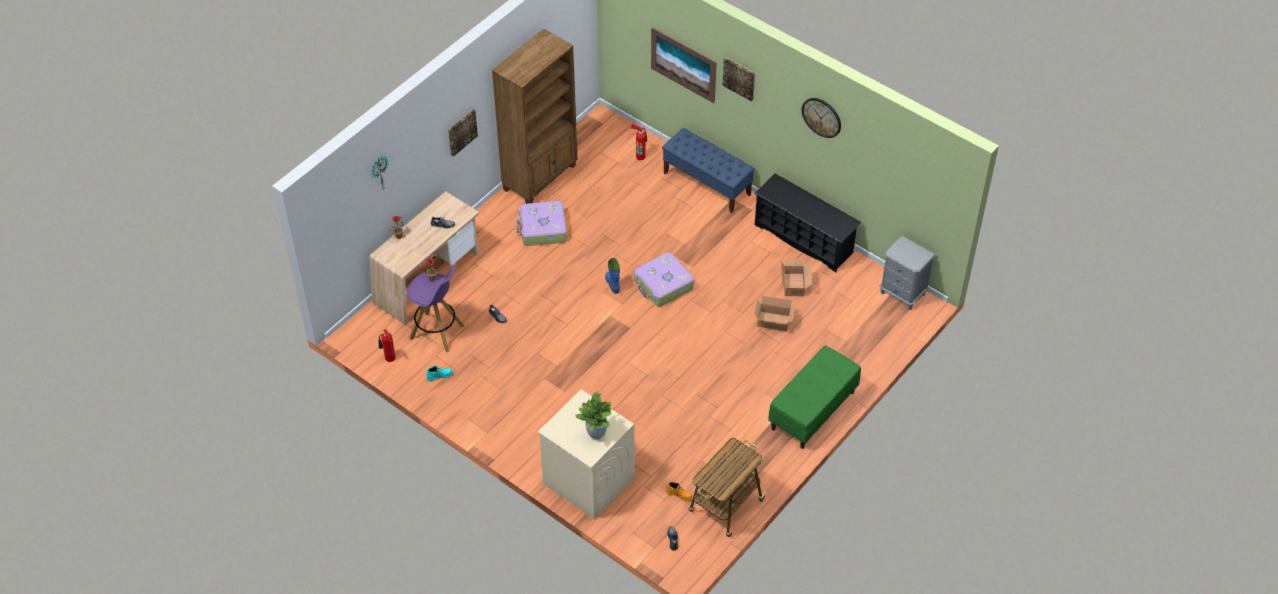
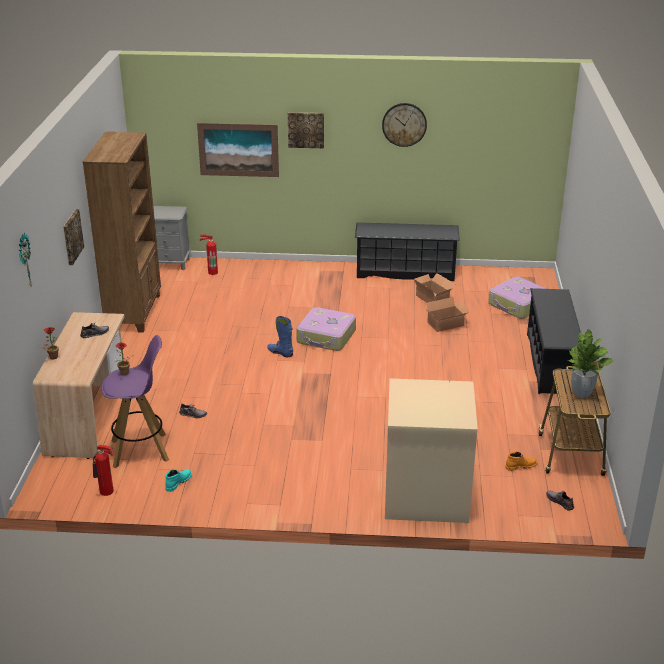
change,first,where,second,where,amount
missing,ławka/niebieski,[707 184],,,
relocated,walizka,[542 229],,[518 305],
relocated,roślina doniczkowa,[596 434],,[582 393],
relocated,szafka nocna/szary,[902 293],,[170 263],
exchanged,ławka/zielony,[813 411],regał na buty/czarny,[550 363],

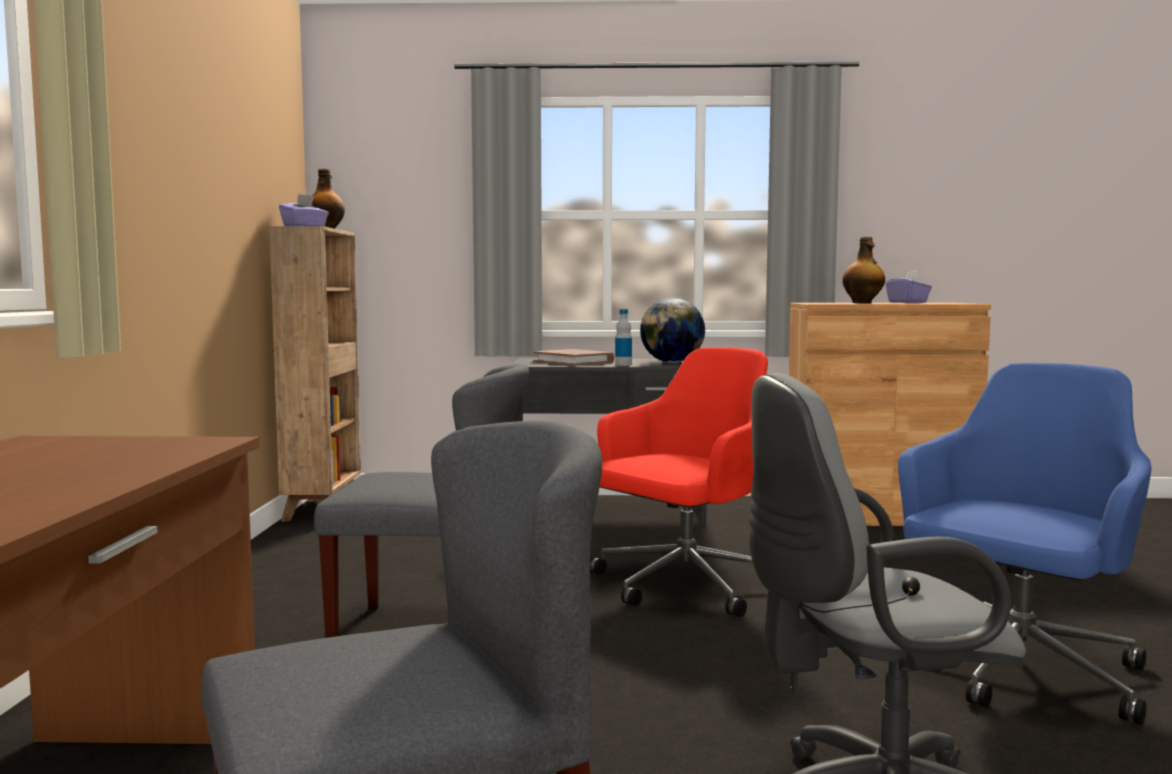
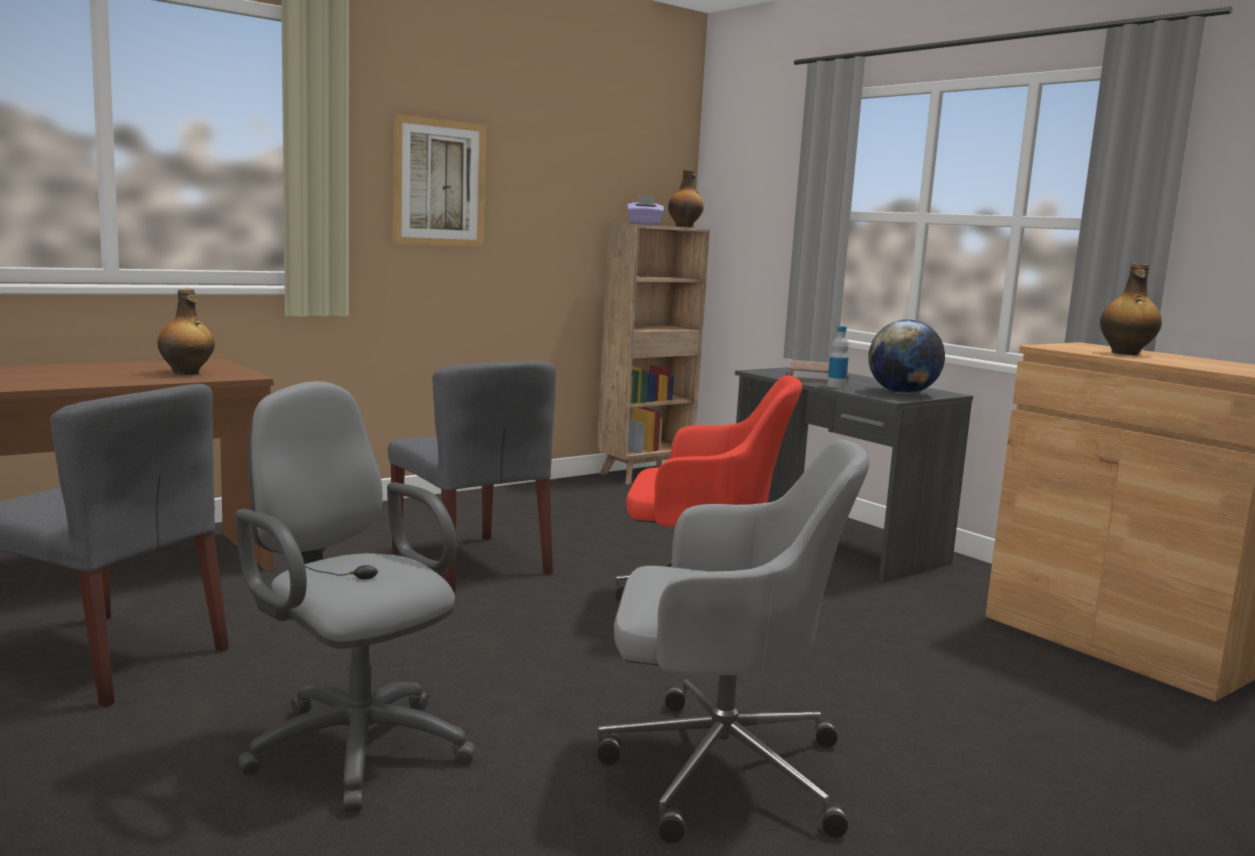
change,first,where,second,where,amount
missing,pudełko chusteczek/fioletowy,[908 302],,,
appeared,,,butelka,[186 373],
appeared,,,obraz,[439 183],
colour,krzesło biurowe/niebieski,[1015 672],krzesło biurowe/szary,[716 769],

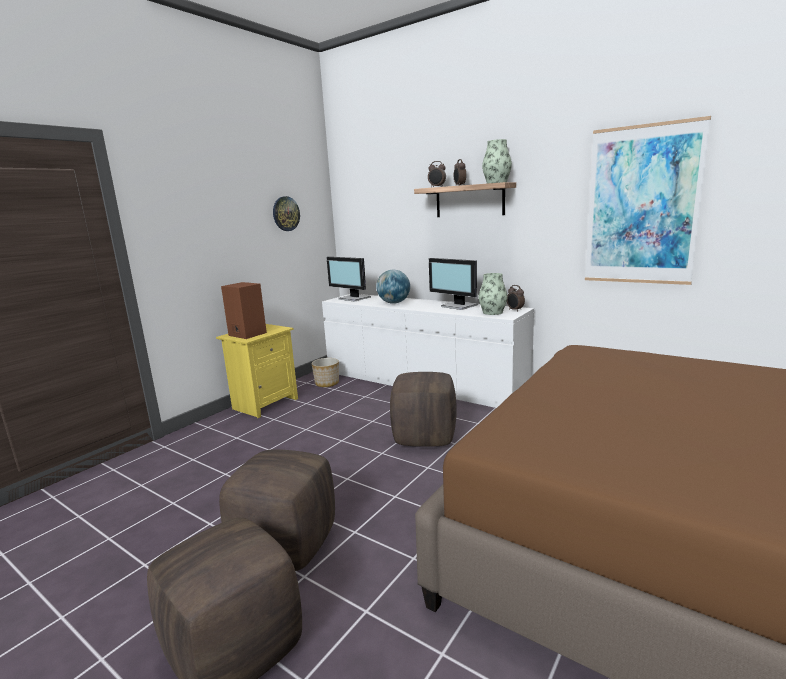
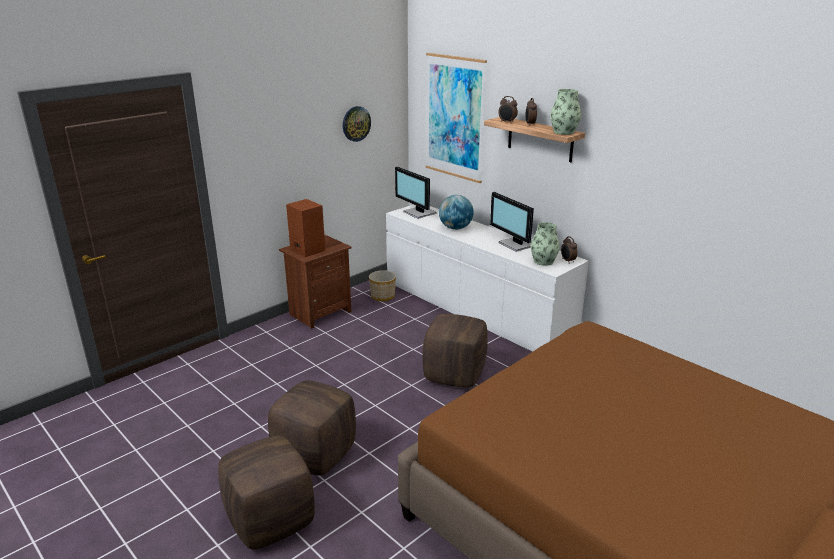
change,first,where,second,where,amount
relocated,obraz,[642 206],,[454 117],
colour,szafka nocna/żółty,[264 404],szafka nocna/brązowy,[319 313],

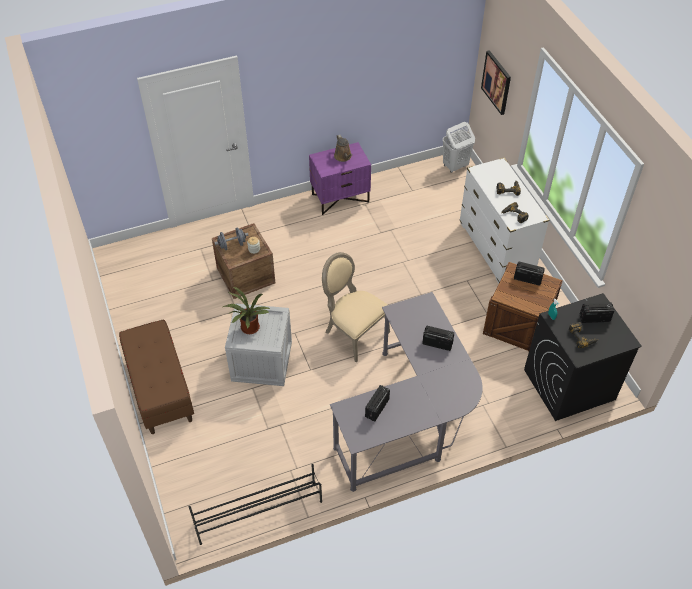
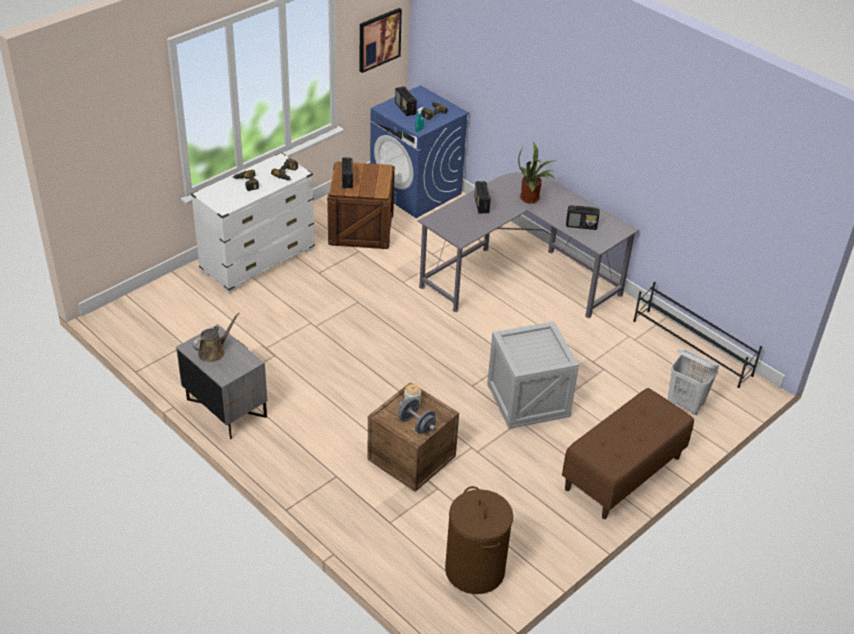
change,first,where,second,where,amount
missing,krzesło/beżowy,[354 332],,,
appeared,,,kosz na pranie/brązowy,[475 570],
relocated,roślina doniczkowa,[249 329],,[532 198],
relocated,kosz na pranie/biały,[455 166],,[686 404],
relocated,obraz,[496 82],,[379 39],
colour,szafka nocna/fioletowy,[340 197],szafka nocna/szary,[225 408],
colour,pralka/czarny,[568 385],pralka/niebieski,[416 191],

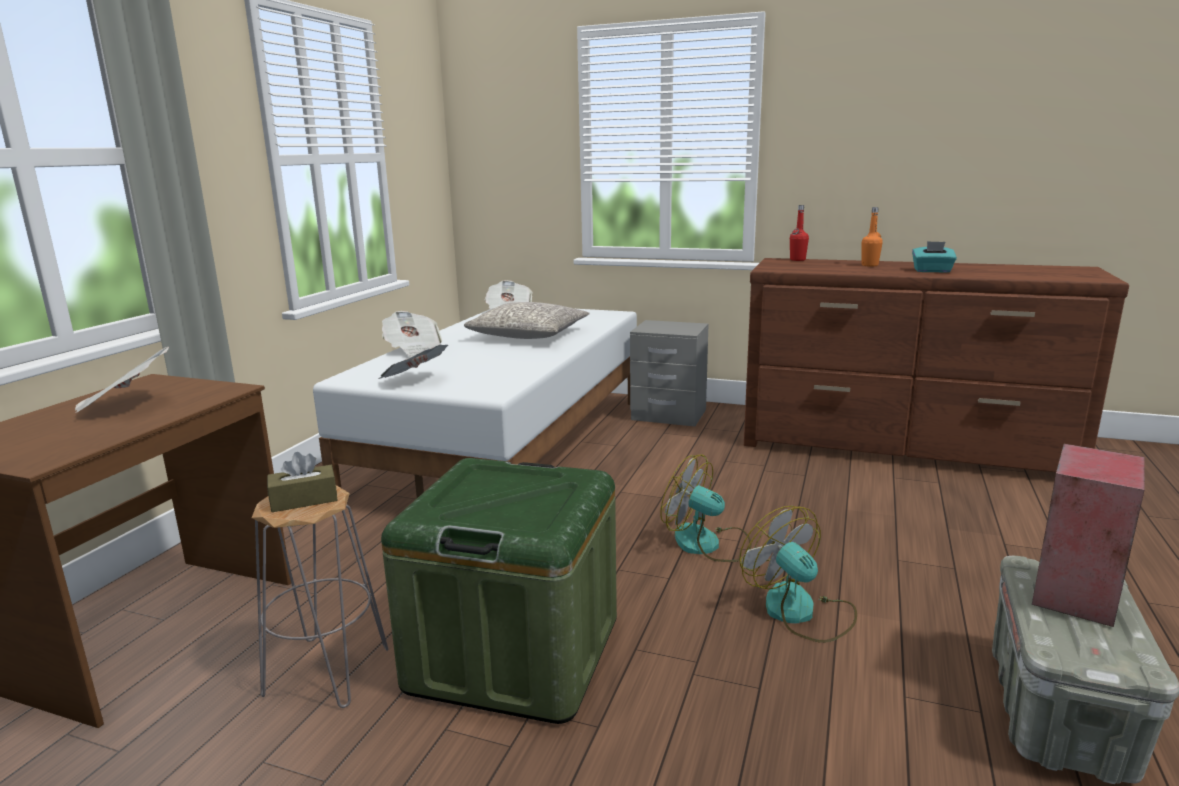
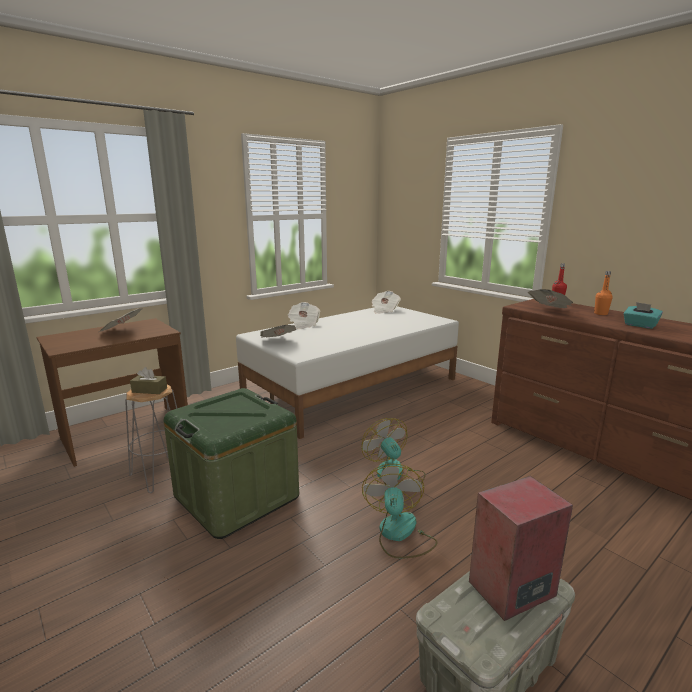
change,first,where,second,where,amount
missing,poduszka/szary,[529 335],,,
missing,szafka nocna/szary,[668 415],,,
appeared,,,gazeta,[549 311],

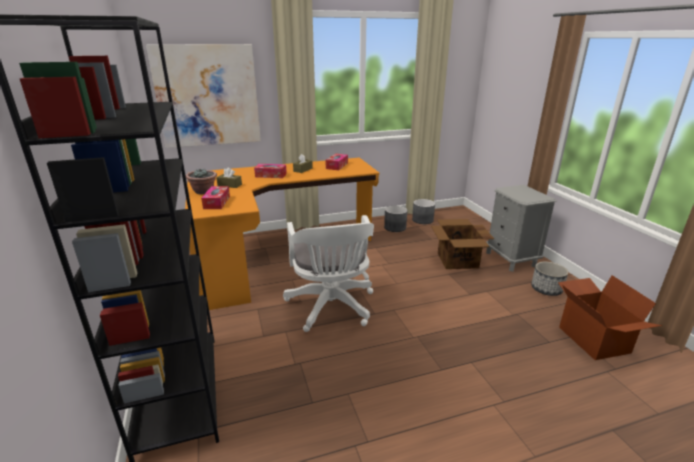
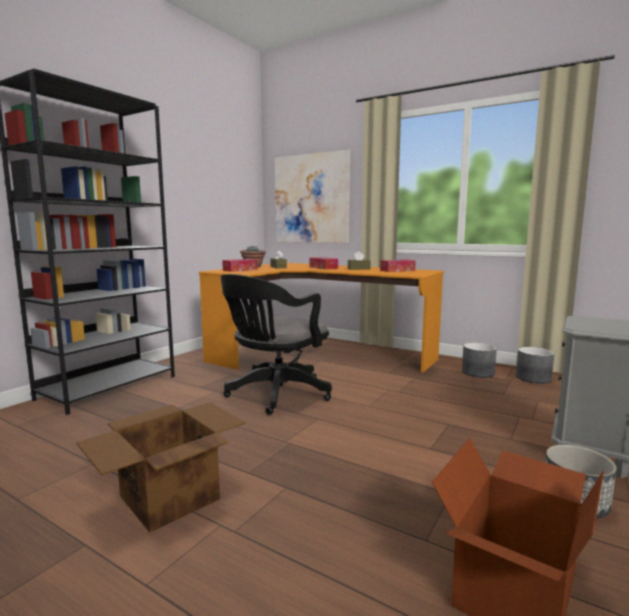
change,first,where,second,where,amount
relocated,karton,[457 261],,[168 497],
colour,krzesło biurowe/biały,[332 308],krzesło biurowe/czarny,[275 394],

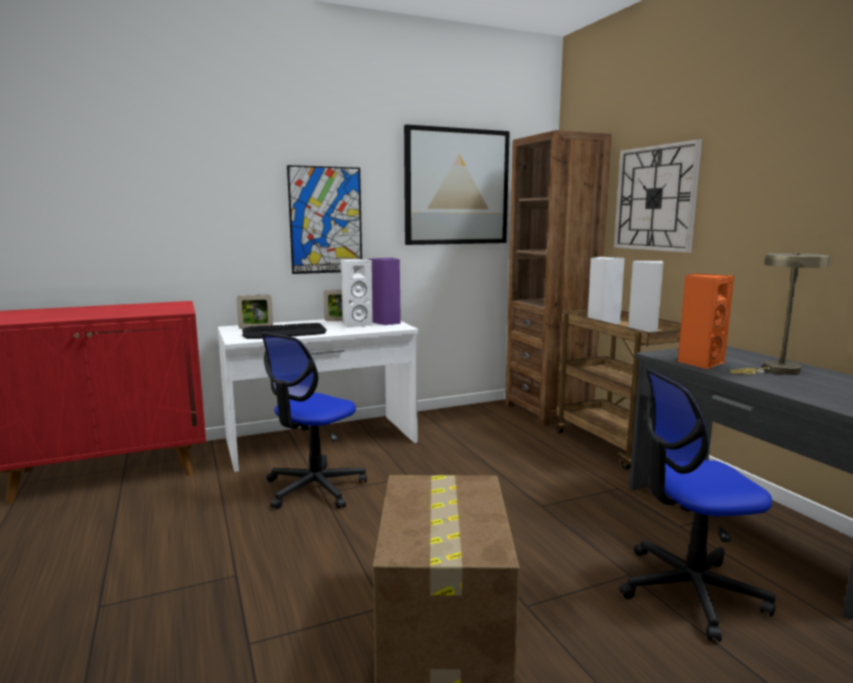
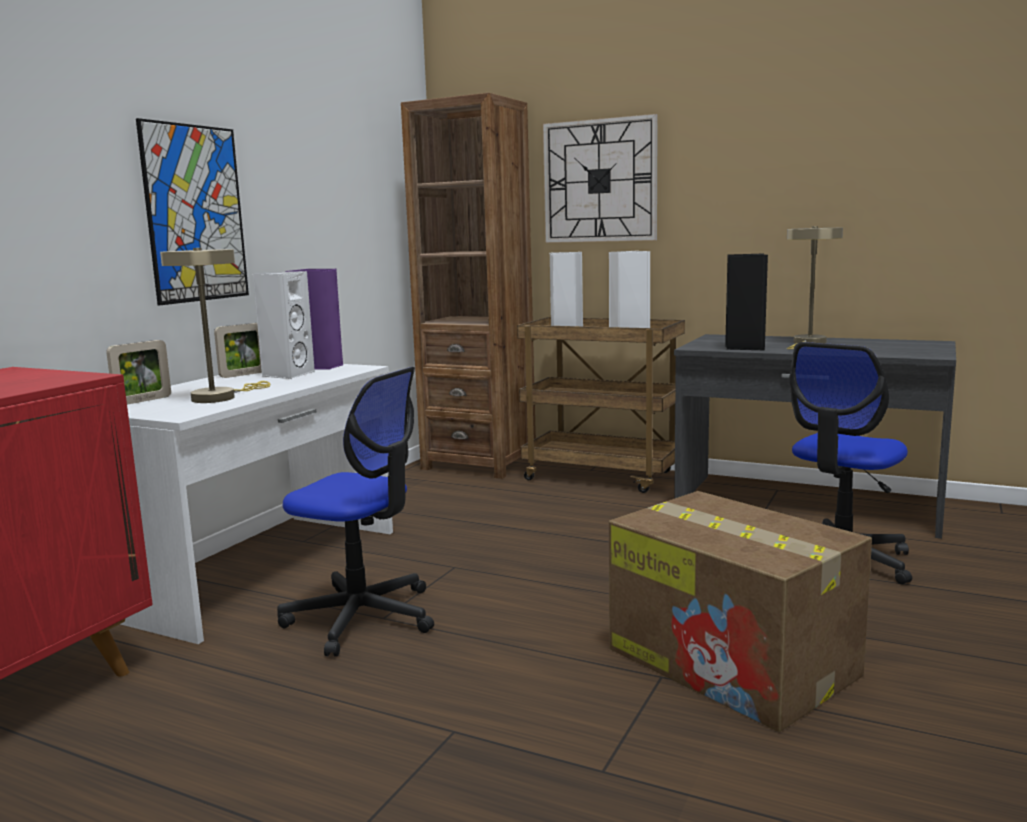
change,first,where,second,where,amount
missing,obraz,[456 187],,,
exchanged,klawiatura,[285 333],lampa stołowa/beżowy,[219 397],
colour,głośnik/pomarańczowy,[699 362],głośnik/czarny,[744 347],
spun,krzesło biurowe,[314 488],,[362 617],60 degrees counterclockwise

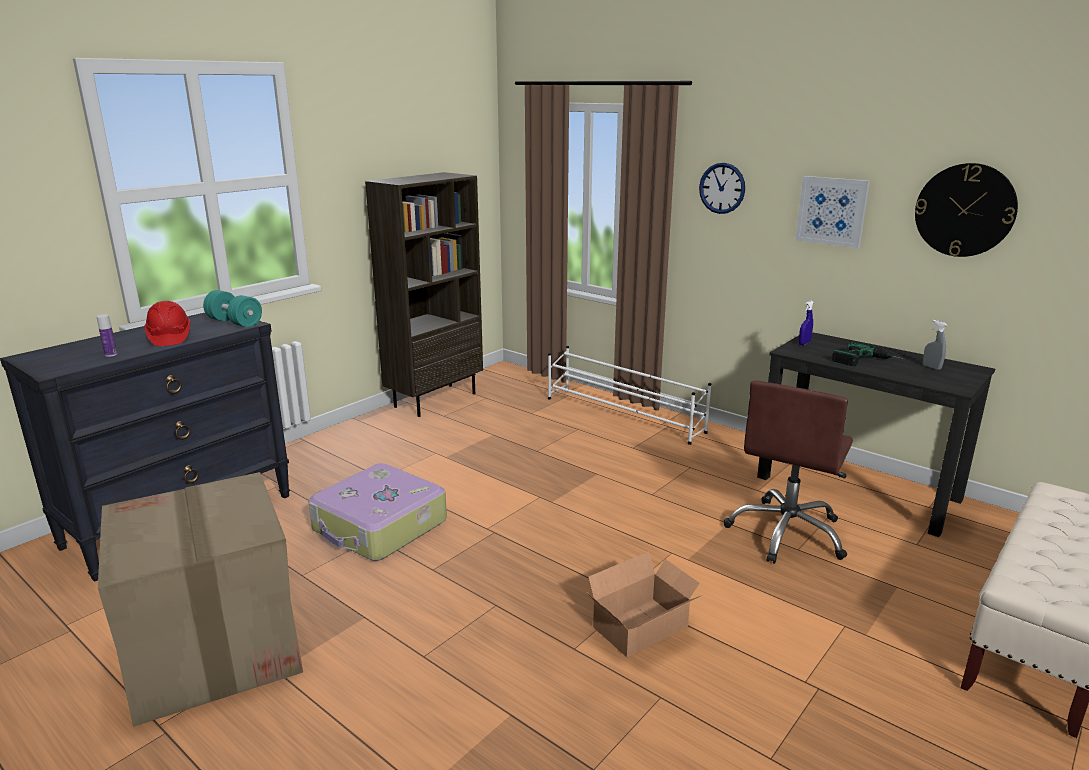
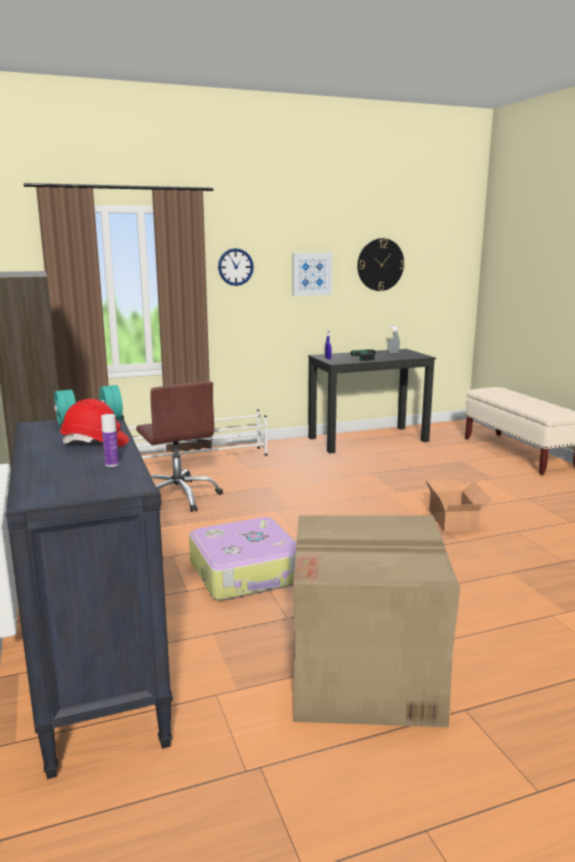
change,first,where,second,where,amount
relocated,krzesło biurowe/brązowy,[787 533],,[179 497],

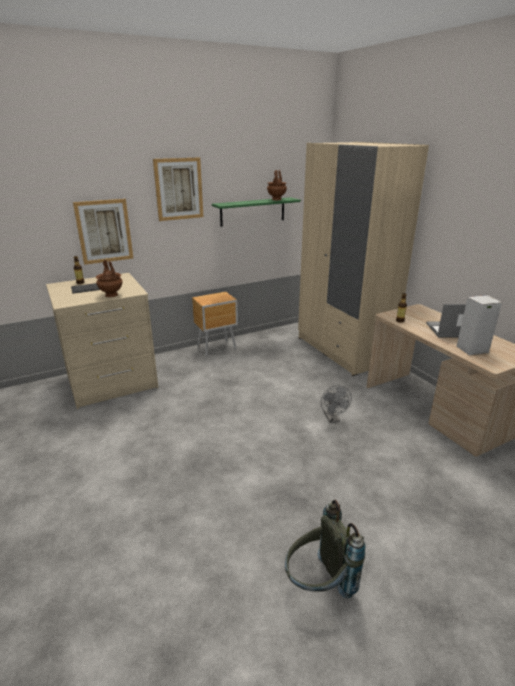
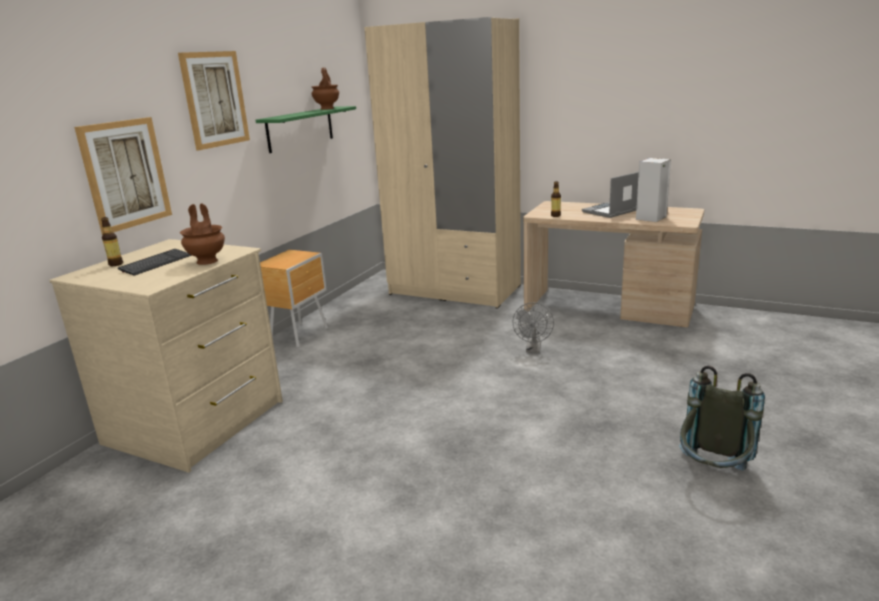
change,first,where,second,where,amount
spun,wentylator/szary,[333 419],,[533 349],60 degrees clockwise

